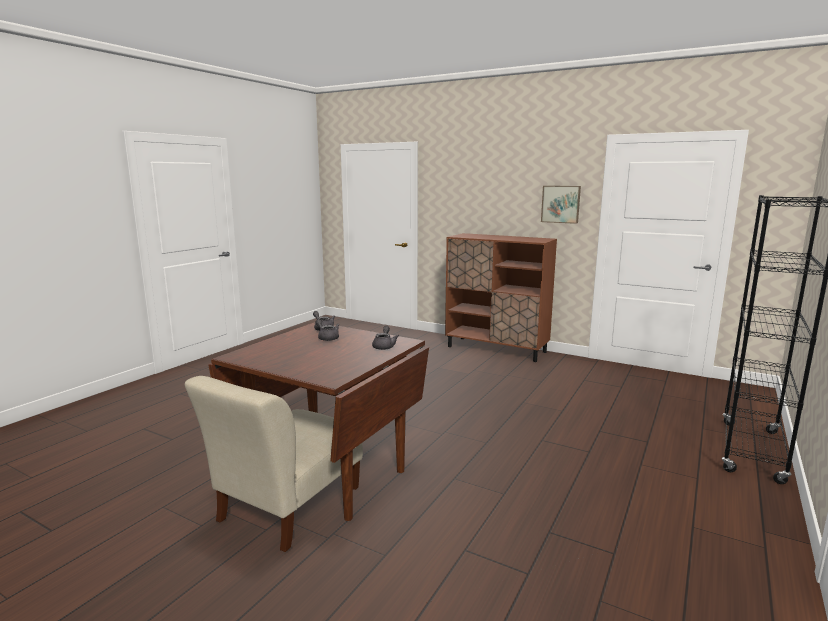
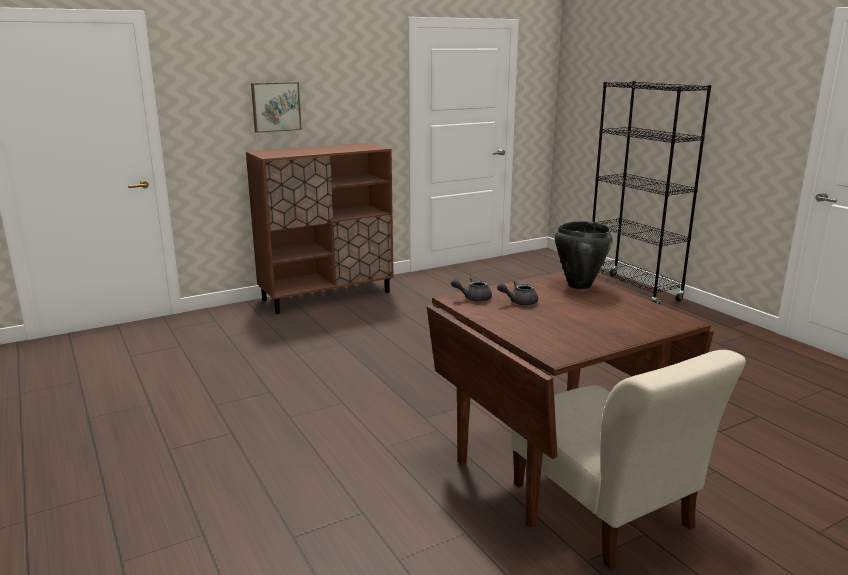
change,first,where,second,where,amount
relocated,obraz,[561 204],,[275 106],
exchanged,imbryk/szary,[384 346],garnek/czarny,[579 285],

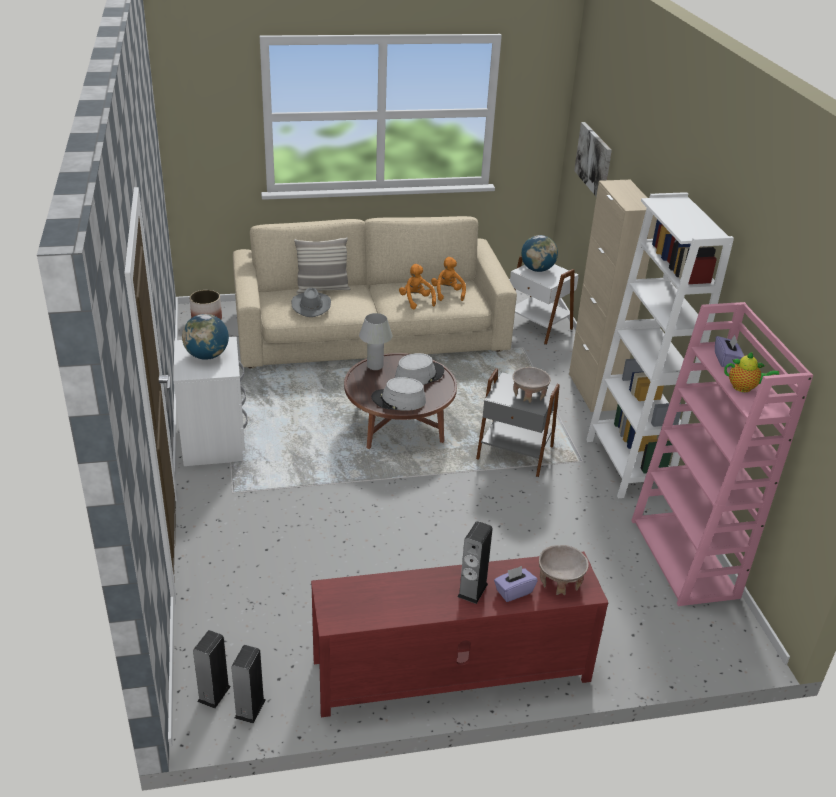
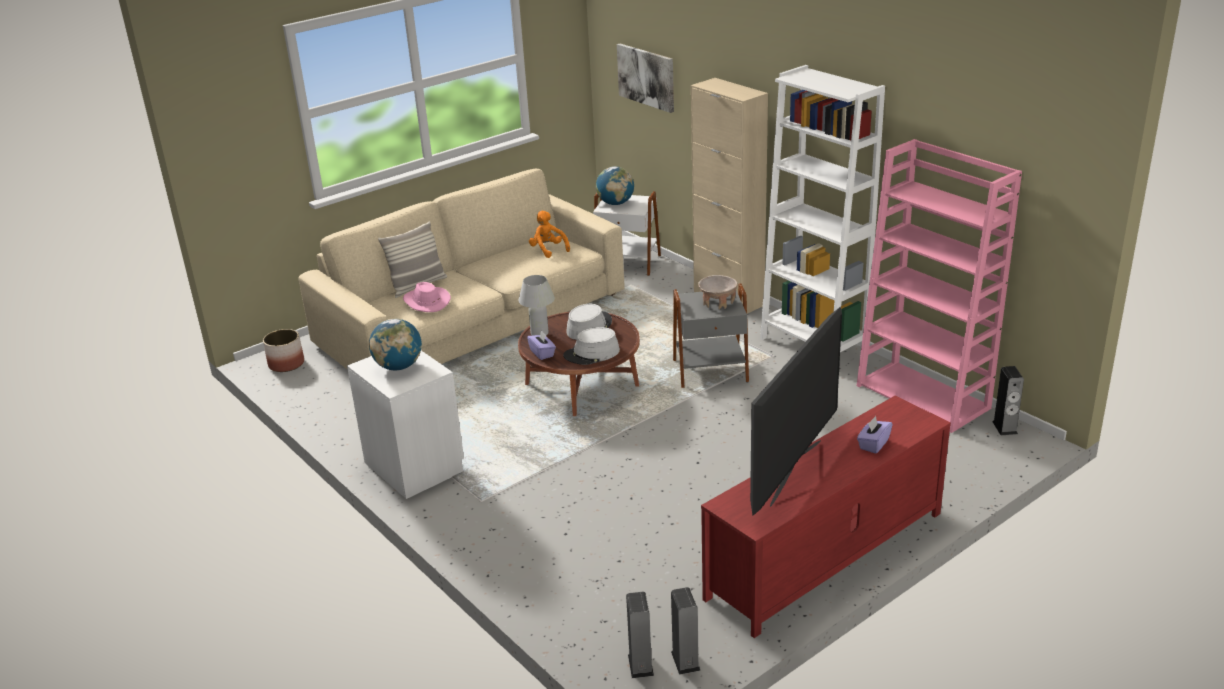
change,first,where,second,where,amount
missing,pluszak/pomarańczowy,[416 301],,,
missing,miska/beżowy,[560 582],,,
missing,imbryk,[744 388],,,
appeared,,,telewizor,[794 471],
relocated,głośnik,[472 590],,[1004 427],
relocated,pudełko chusteczek/fioletowy,[726 360],,[542 353],
colour,kapelusz/szary,[311 306],kapelusz/różowy,[426 302],

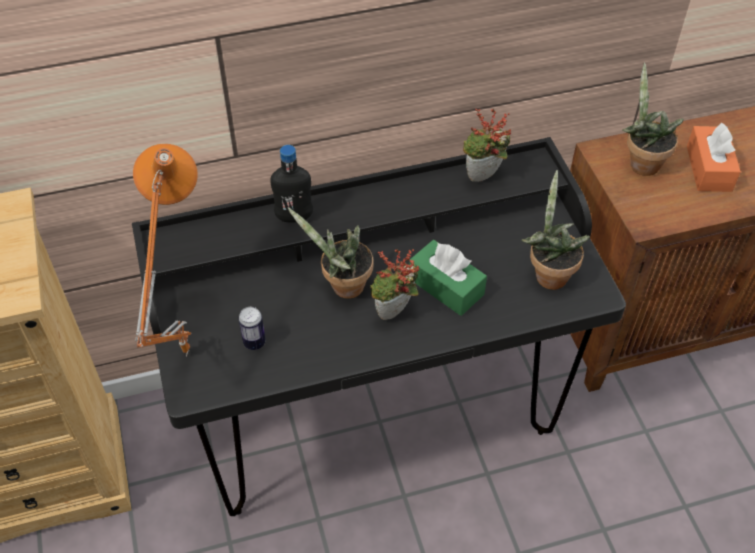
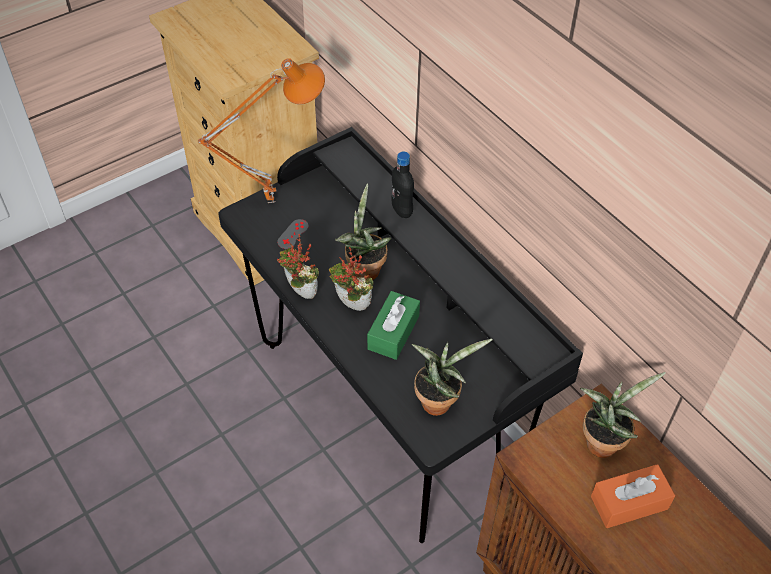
change,first,where,second,where,amount
relocated,roślina doniczkowa,[483 179],,[299 293],
exchanged,puszka,[254 342],pad do gier/szary,[293 234],

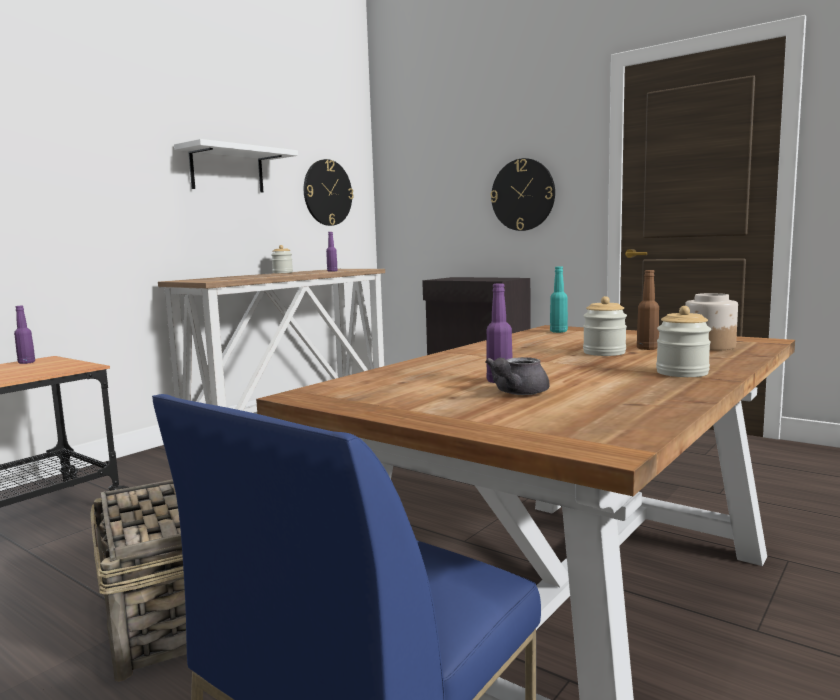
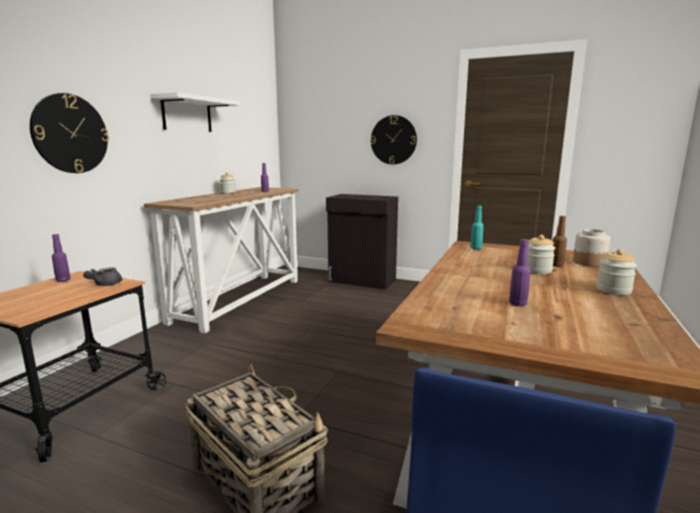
change,first,where,second,where,amount
relocated,zegar ścienny,[327 192],,[70 134],
relocated,imbryk/szary,[516 393],,[104 284],

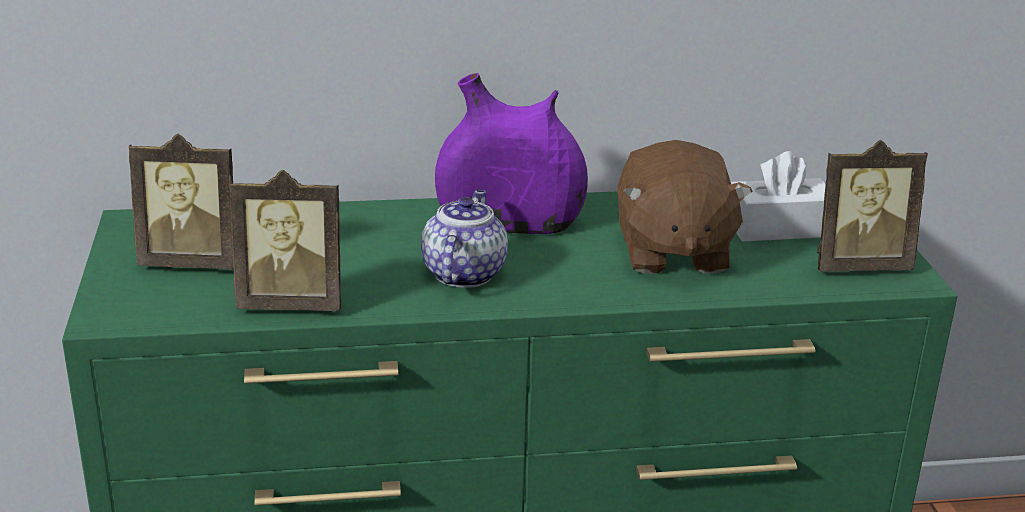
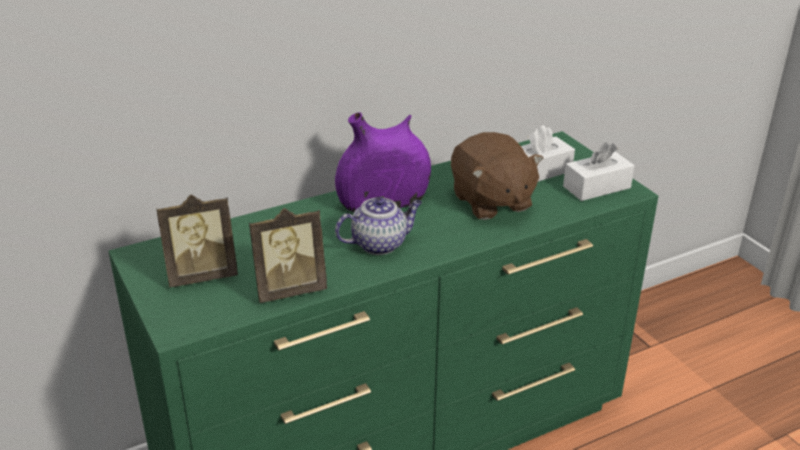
change,first,where,second,where,amount
exchanged,ramka na zdjęcie,[858 265],pudełko chusteczek/biały,[596 187],
spun,imbryk,[463 273],,[380 244],75 degrees clockwise

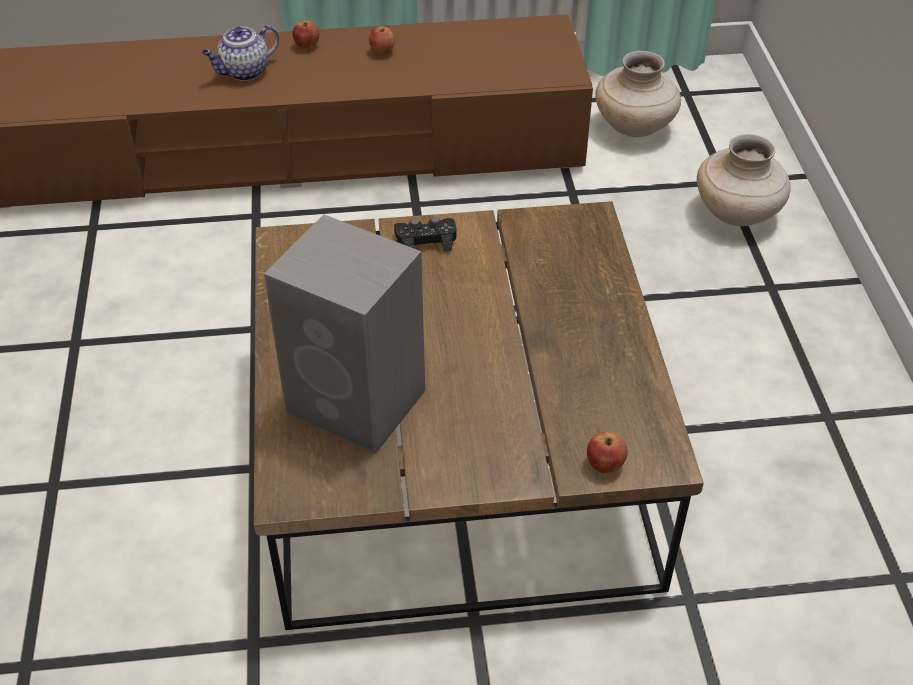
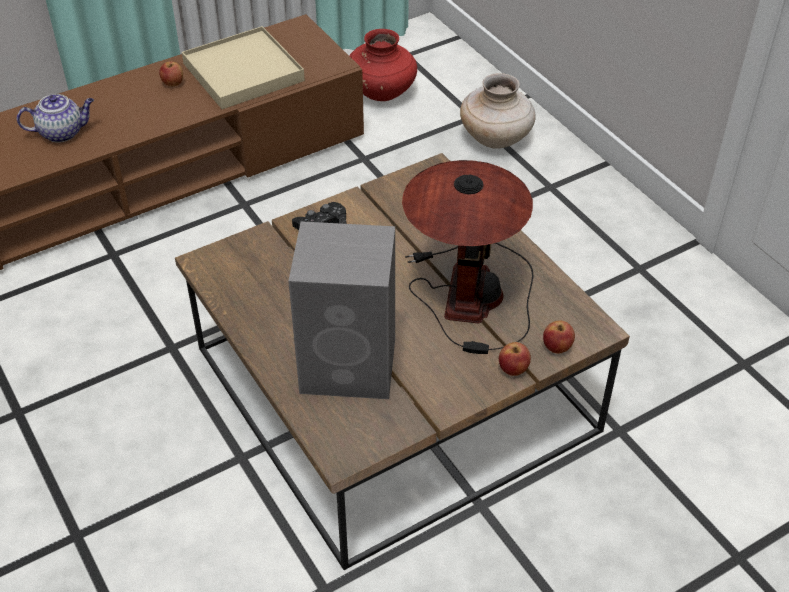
change,first,where,second,where,amount
appeared,,,taca/beżowy,[243 72],
appeared,,,lampa stołowa,[470 292],
relocated,jabłko,[307 46],,[513 369],
colour,wazon/beżowy,[635 127],wazon/czerwony,[382 92],
spun,imbryk,[244 72],,[62 132],135 degrees counterclockwise

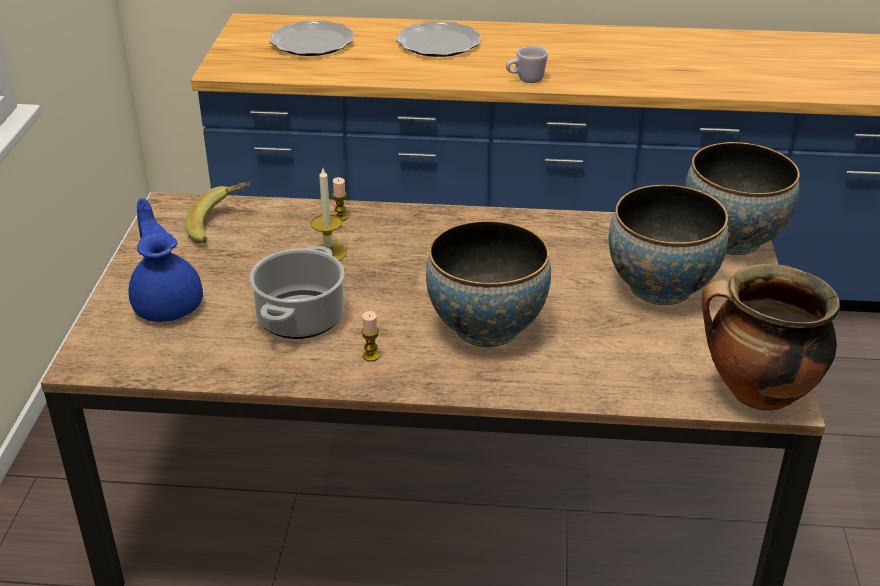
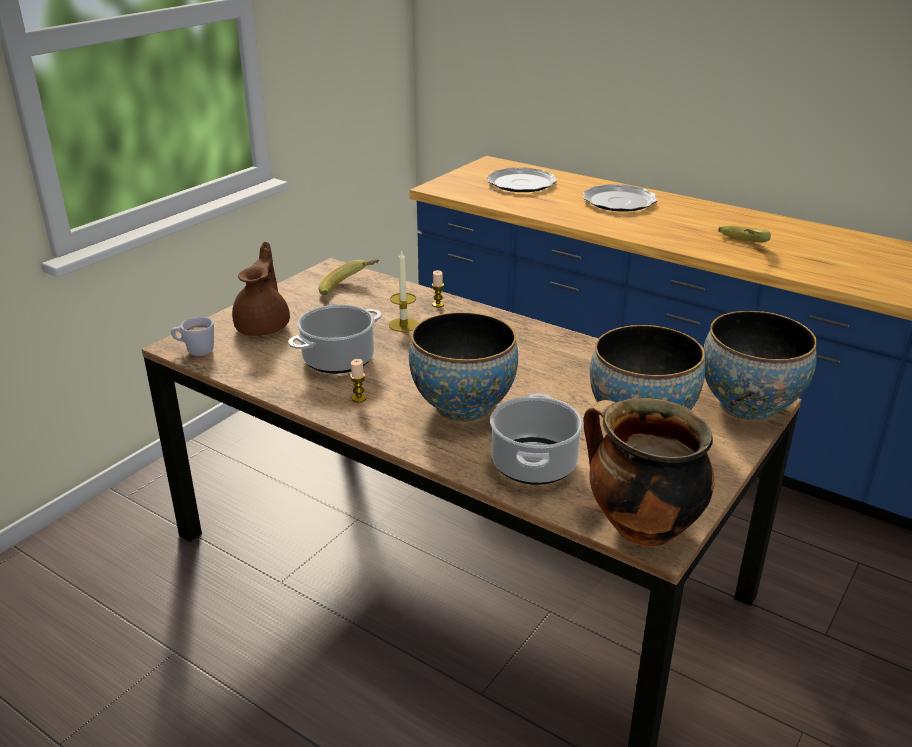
change,first,where,second,where,amount
appeared,,,garnek,[533 463],
appeared,,,banan,[739 246],
relocated,kubek/biały,[525 80],,[195 351],
colour,imbryk/niebieski,[168 304],imbryk/brązowy,[264 326],

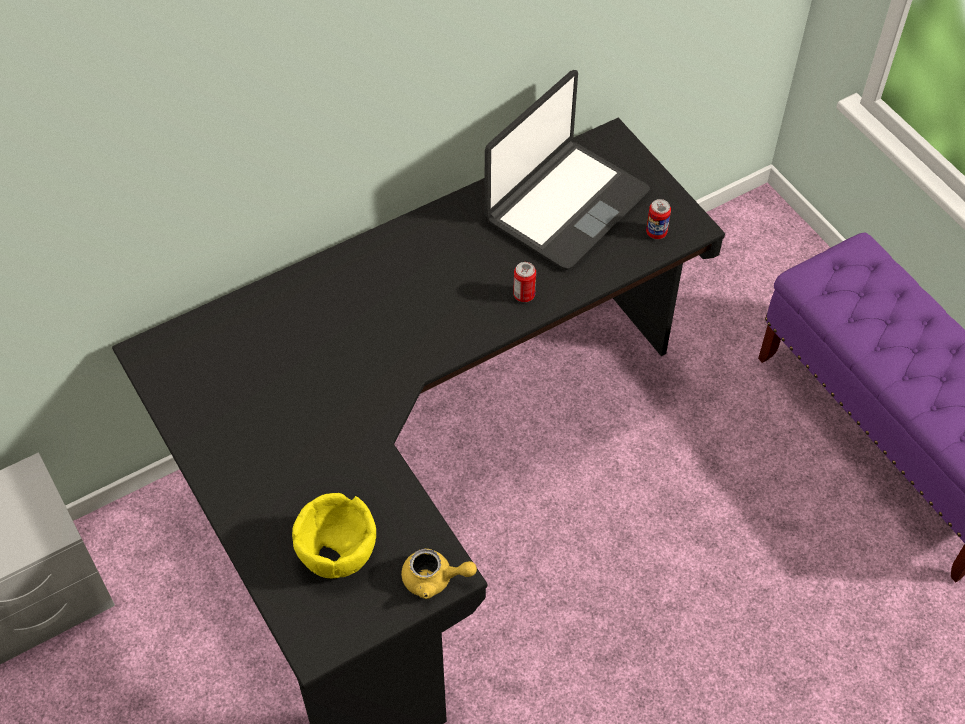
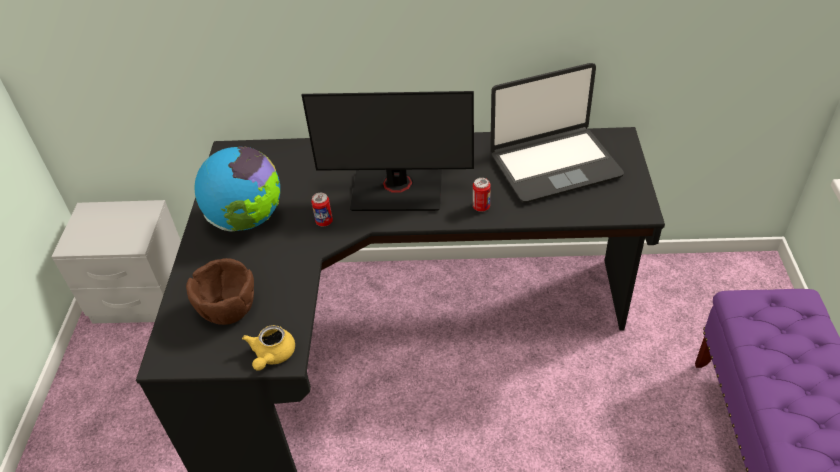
change,first,where,second,where,amount
appeared,,,globus,[247 220],
appeared,,,monitor,[397 190],
relocated,puszka,[656 232],,[324 221],
colour,miska/żółty,[337 555],miska/brązowy,[227 310],
spun,imbryk/żółty,[434 579],,[272 356],60 degrees clockwise

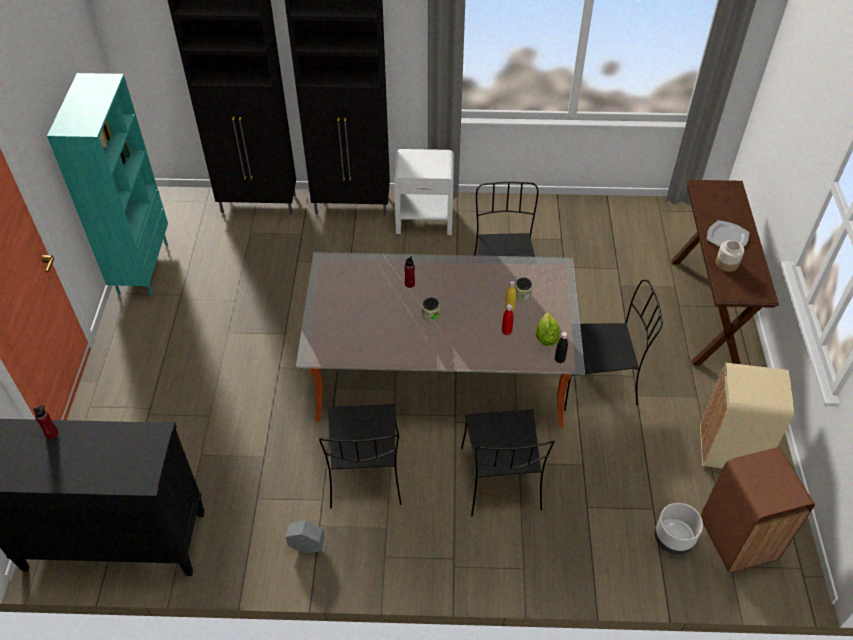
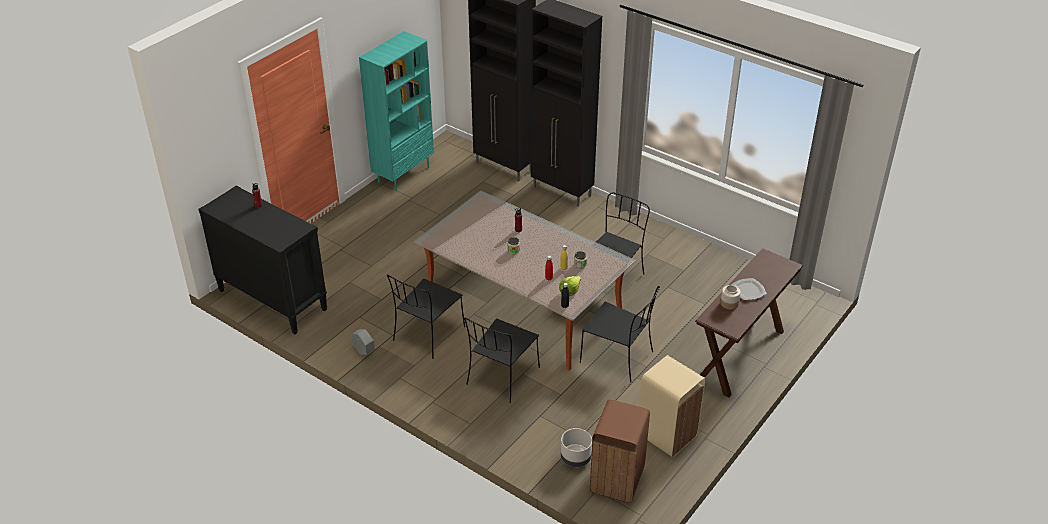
change,first,where,second,where,amount
missing,szafka nocna/biały,[425 219],,,

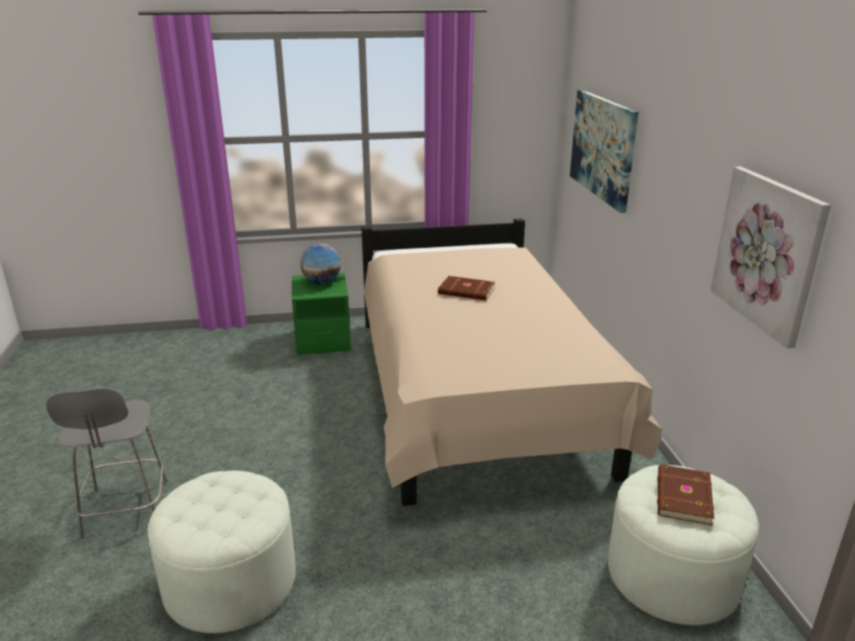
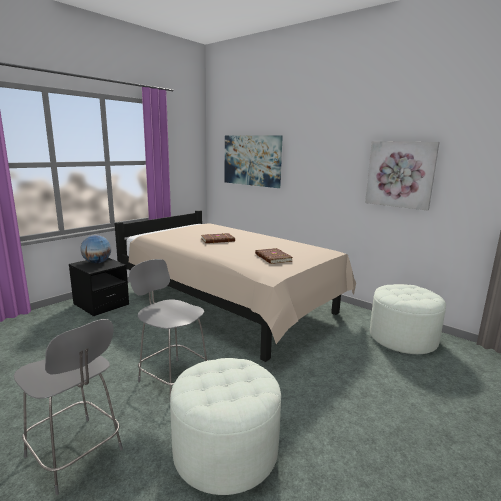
change,first,where,second,where,amount
appeared,,,krzesło/szary,[172 378],
relocated,książka/brązowy,[682 497],,[272 258],
colour,szafka nocna/zielony,[323 340],szafka nocna/czarny,[101 304],

